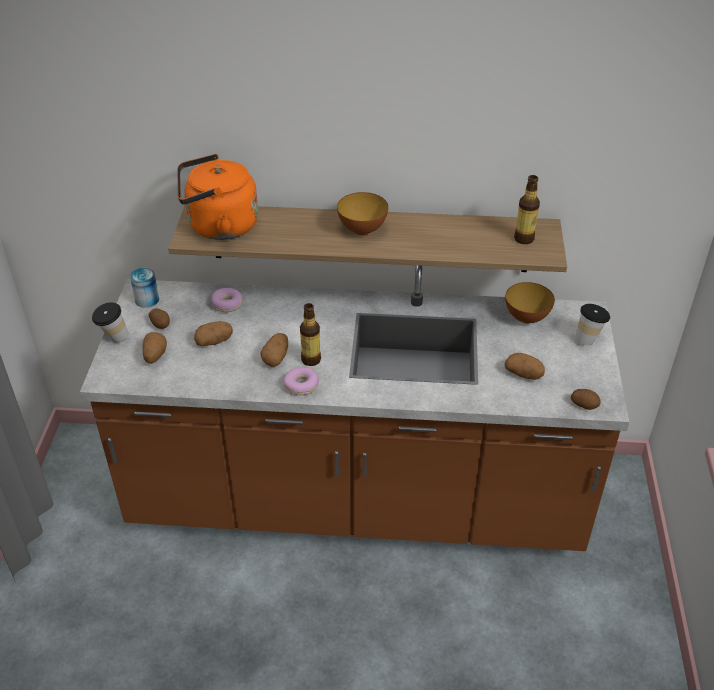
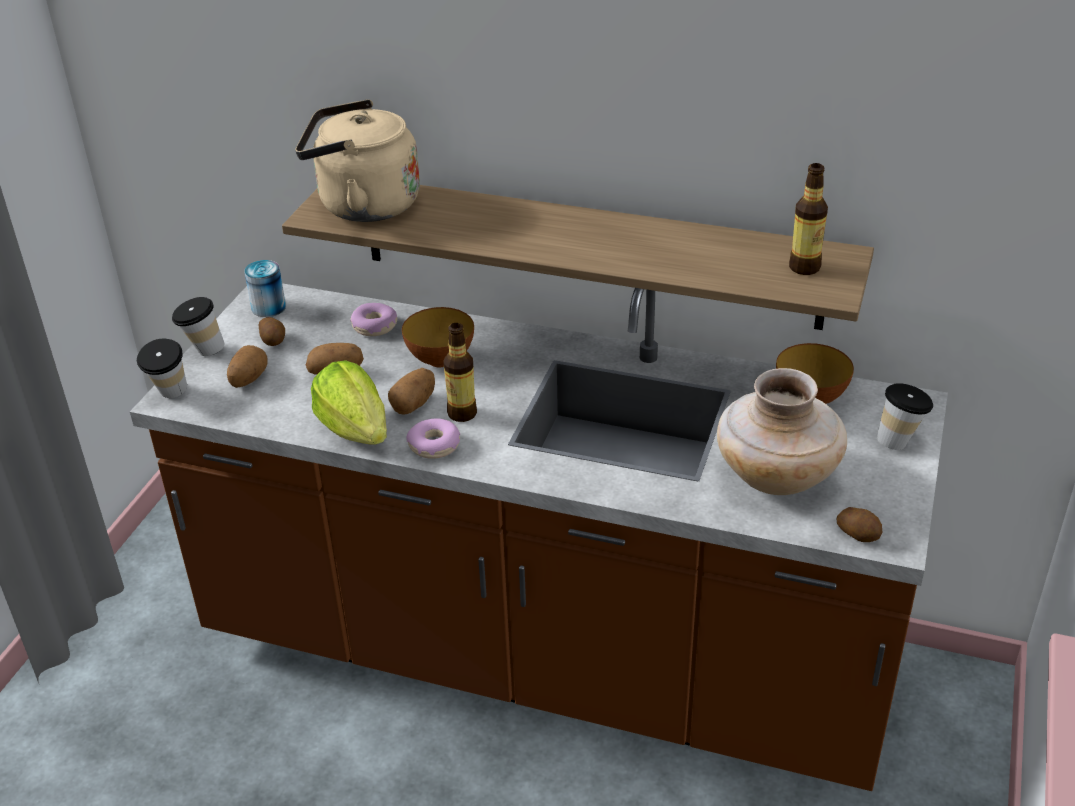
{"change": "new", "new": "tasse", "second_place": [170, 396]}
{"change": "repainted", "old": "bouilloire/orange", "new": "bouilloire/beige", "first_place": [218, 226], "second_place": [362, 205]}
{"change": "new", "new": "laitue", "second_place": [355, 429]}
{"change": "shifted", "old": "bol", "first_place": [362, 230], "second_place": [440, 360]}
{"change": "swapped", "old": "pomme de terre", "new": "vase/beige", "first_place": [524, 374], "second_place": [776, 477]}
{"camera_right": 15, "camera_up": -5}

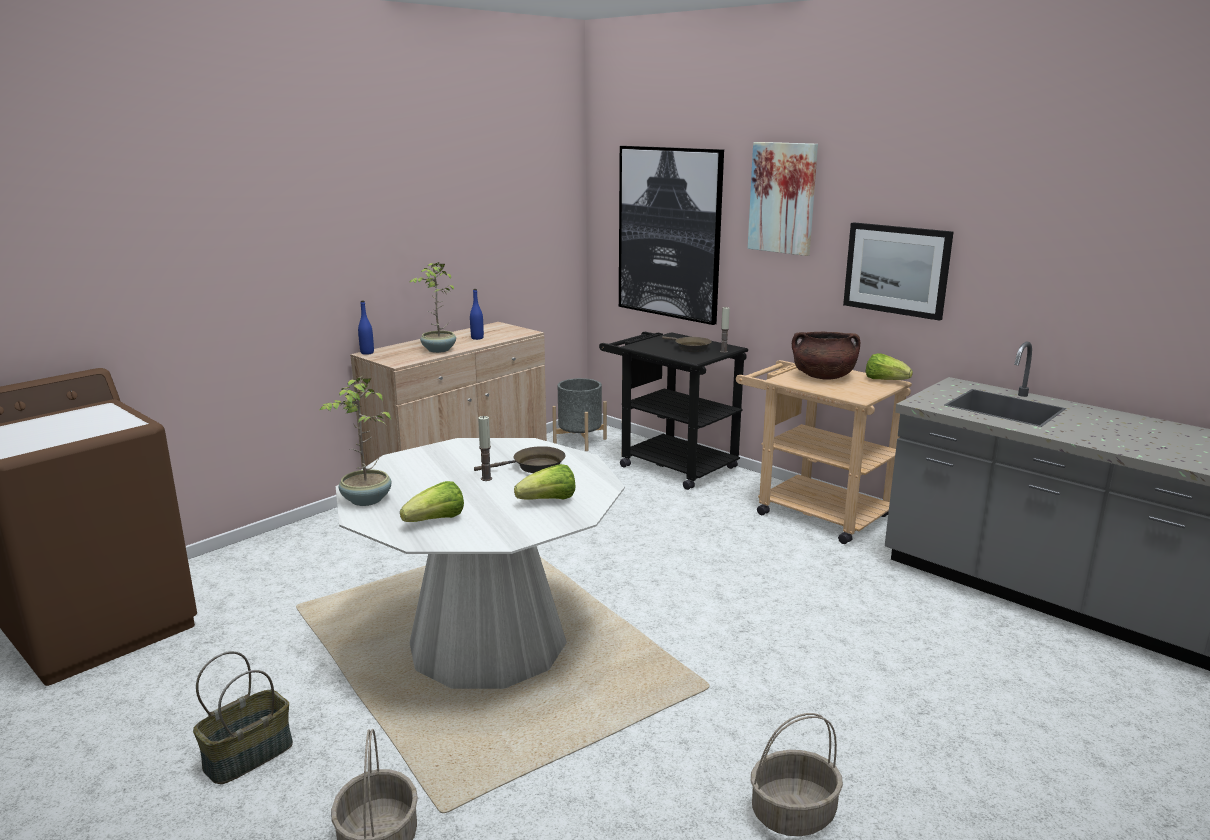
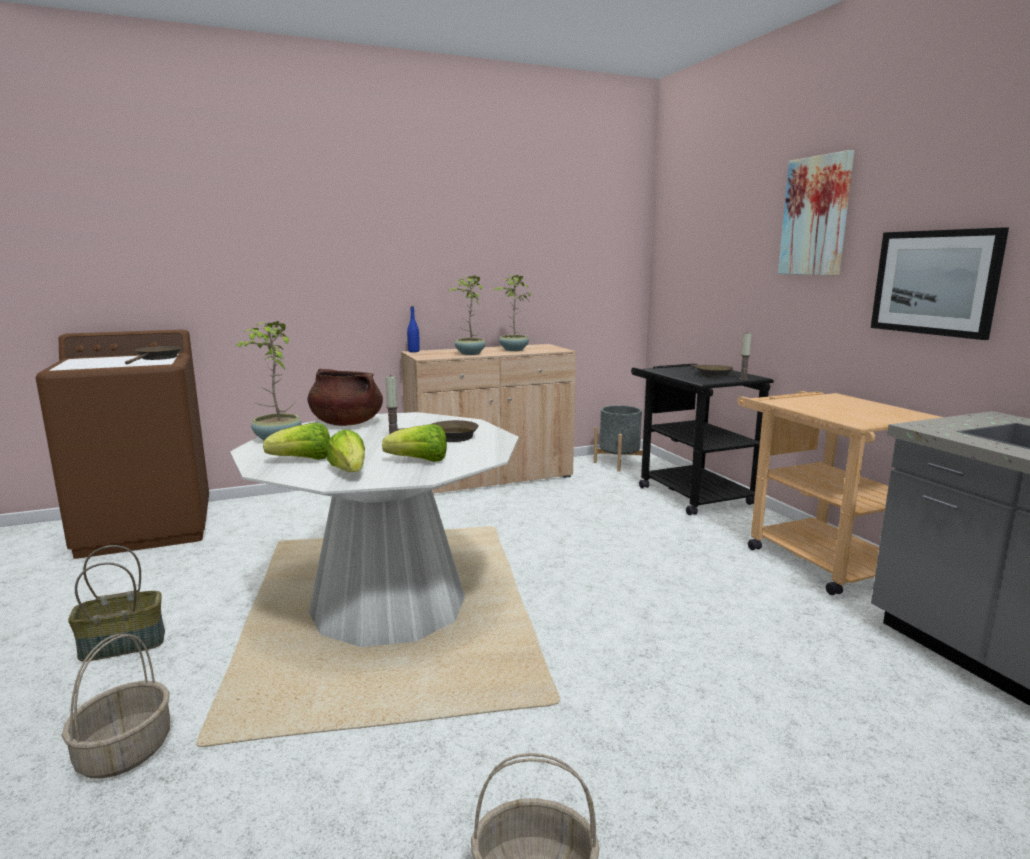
{"change": "new", "new": "poêle/marron", "second_place": [157, 358]}
{"change": "shifted", "old": "marmite/marron", "first_place": [823, 377], "second_place": [346, 423]}
{"change": "shifted", "old": "laitue", "first_place": [885, 380], "second_place": [349, 471]}
{"change": "swapped", "old": "bouteille/bleu", "new": "plante en pot", "first_place": [477, 338], "second_place": [513, 350]}
{"change": "gone", "old": "tableau", "first_place": [669, 233]}
{"camera_right": 25, "camera_up": -5}

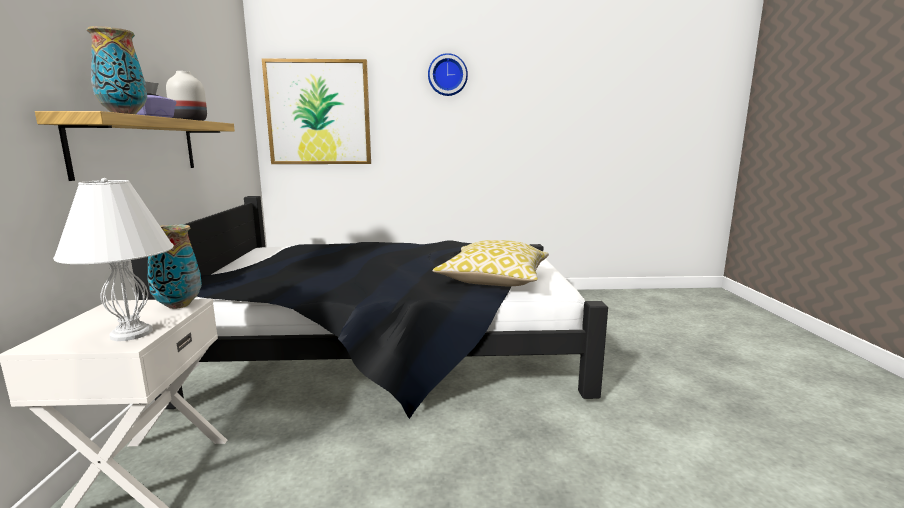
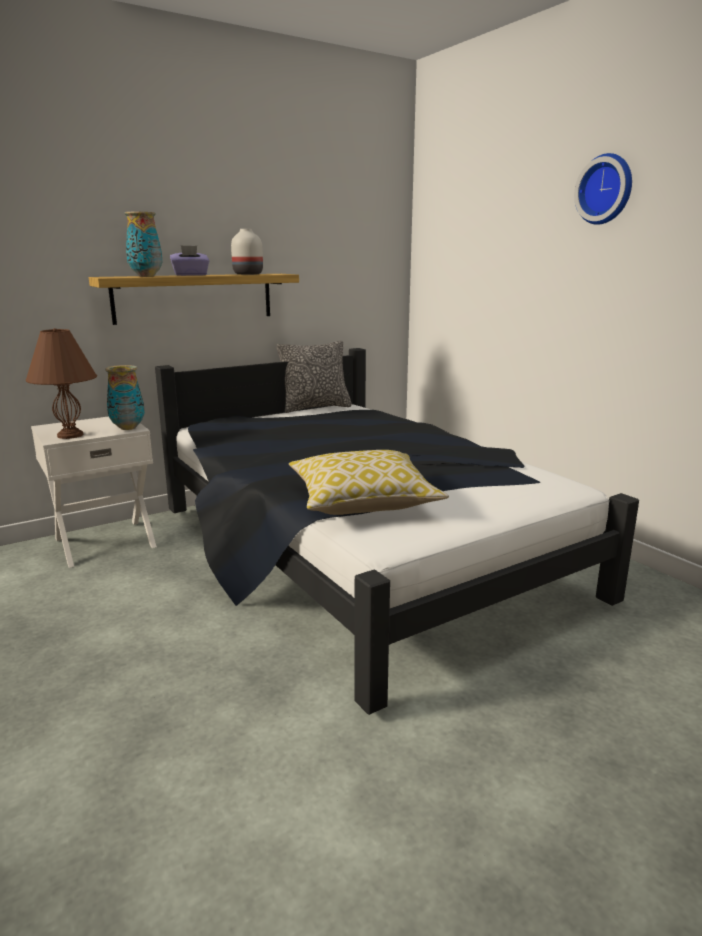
{"change": "repainted", "old": "lampe de table/blanc", "new": "lampe de table/marron", "first_place": [131, 334], "second_place": [69, 435]}
{"change": "new", "new": "coussin", "second_place": [315, 407]}
{"change": "gone", "old": "tableau", "first_place": [318, 113]}
{"camera_right": 60, "camera_up": 5}

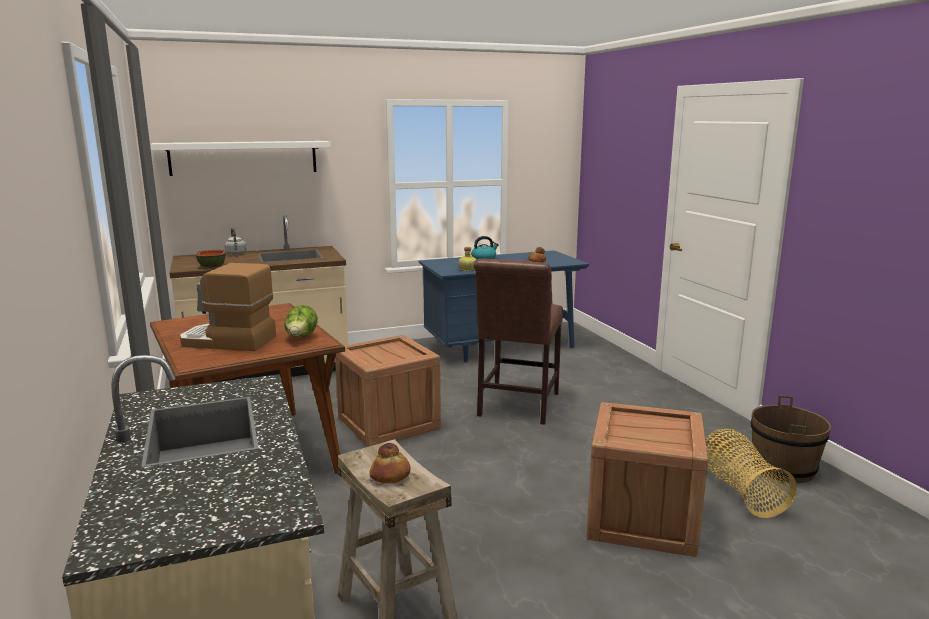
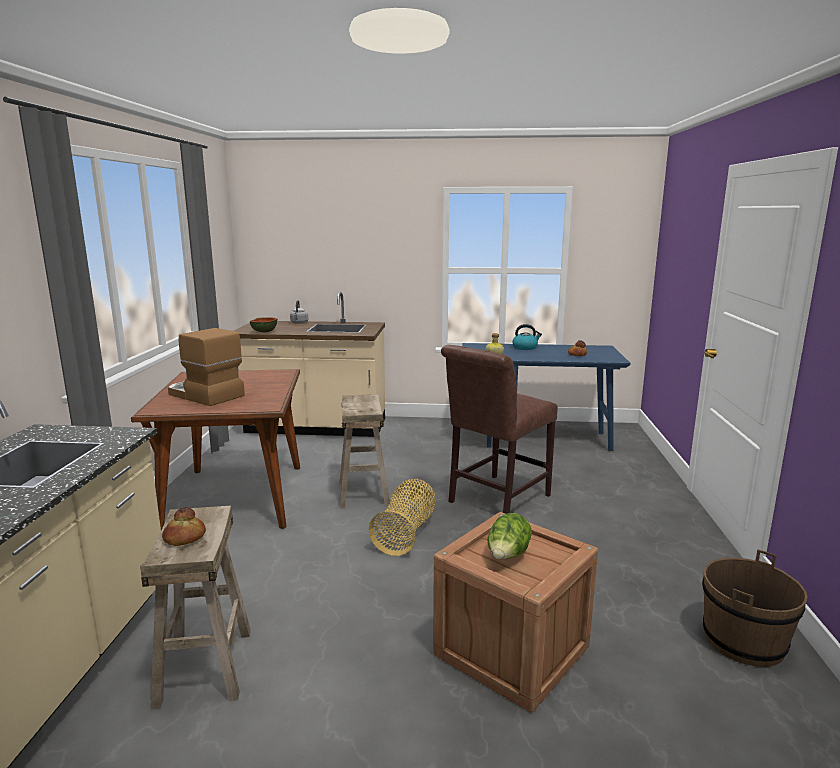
{"change": "swapped", "old": "caisse", "new": "tabouret/beige", "first_place": [388, 423], "second_place": [364, 492]}
{"change": "shifted", "old": "panier", "first_place": [740, 491], "second_place": [406, 533]}
{"change": "shifted", "old": "laitue", "first_place": [301, 338], "second_place": [507, 557]}
{"change": "gone", "old": "étagère/blanc", "first_place": [244, 157]}
{"camera_right": 25, "camera_up": 0}

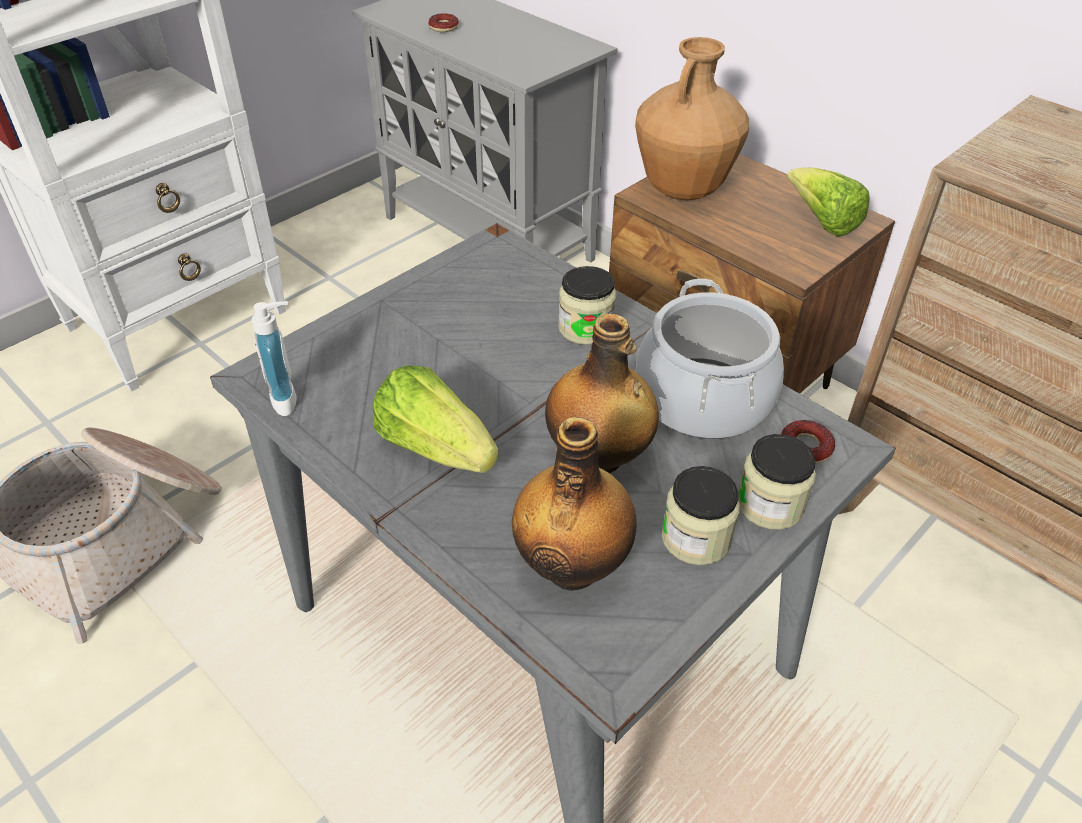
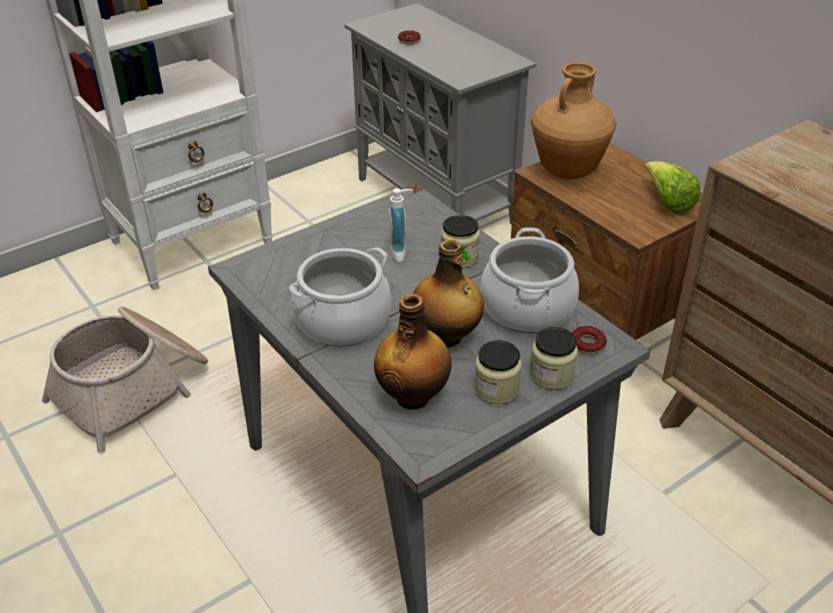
{"change": "swapped", "old": "laitue", "new": "marmite", "first_place": [435, 447], "second_place": [342, 321]}
{"change": "shifted", "old": "distributeur de savon", "first_place": [290, 399], "second_place": [401, 253]}
{"camera_right": 10, "camera_up": -5}

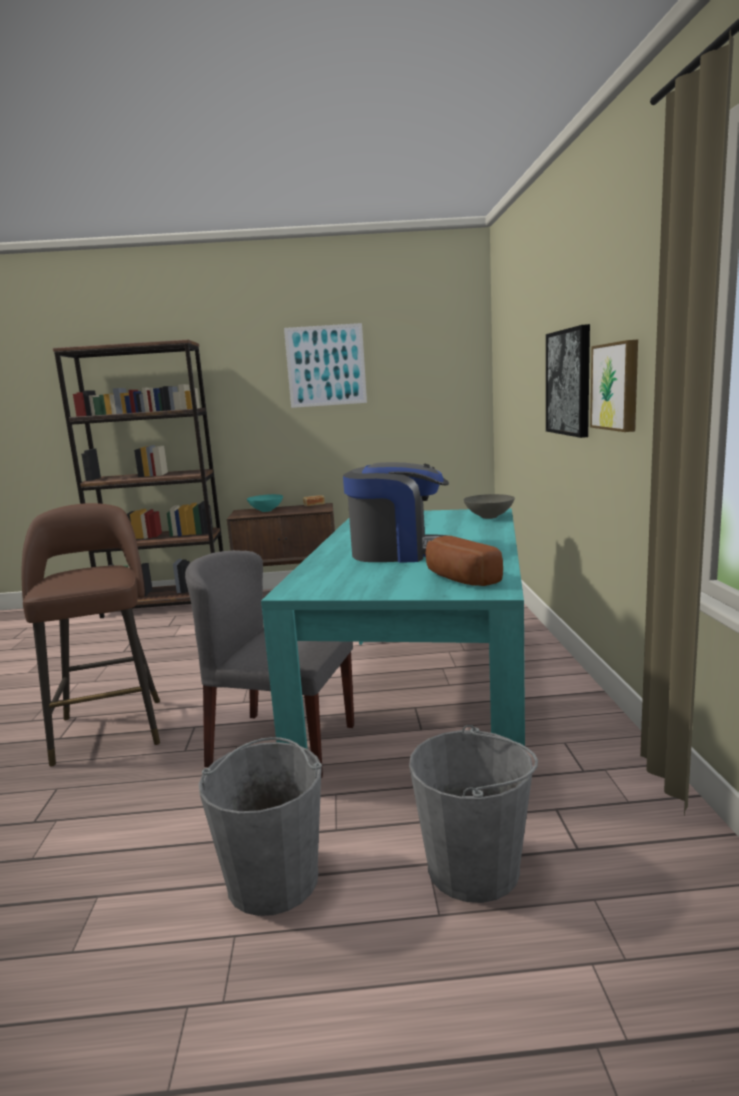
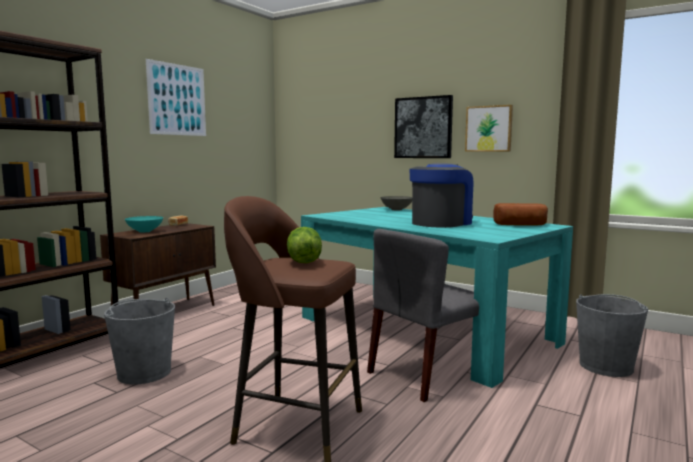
{"change": "shifted", "old": "seau/gris", "first_place": [273, 879], "second_place": [144, 372]}
{"change": "new", "new": "laitue", "second_place": [303, 261]}
{"camera_right": -55, "camera_up": -5}

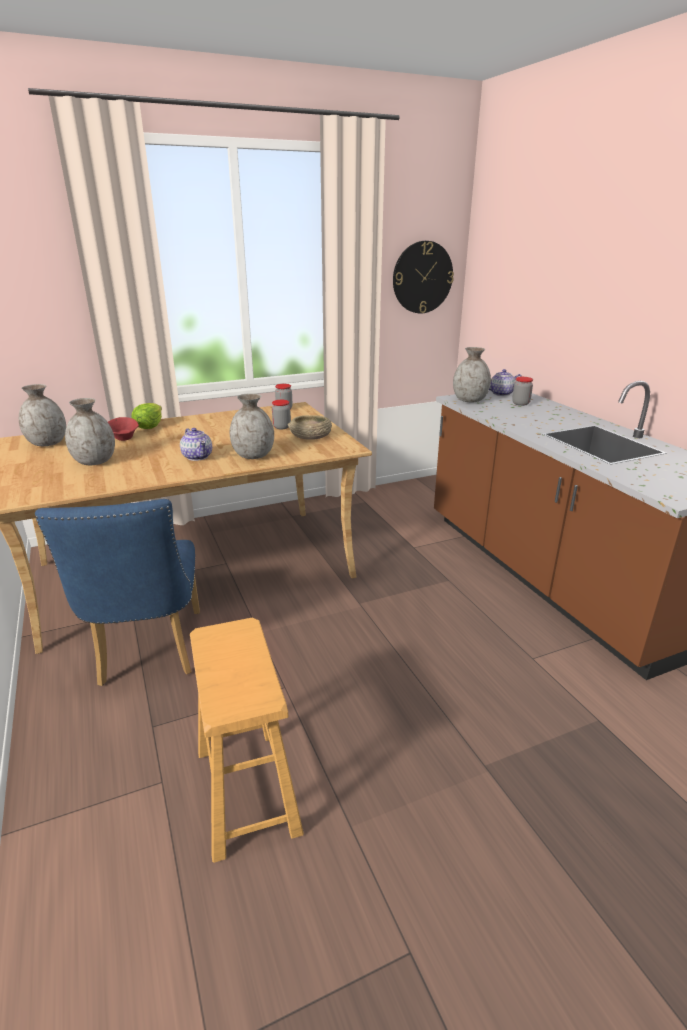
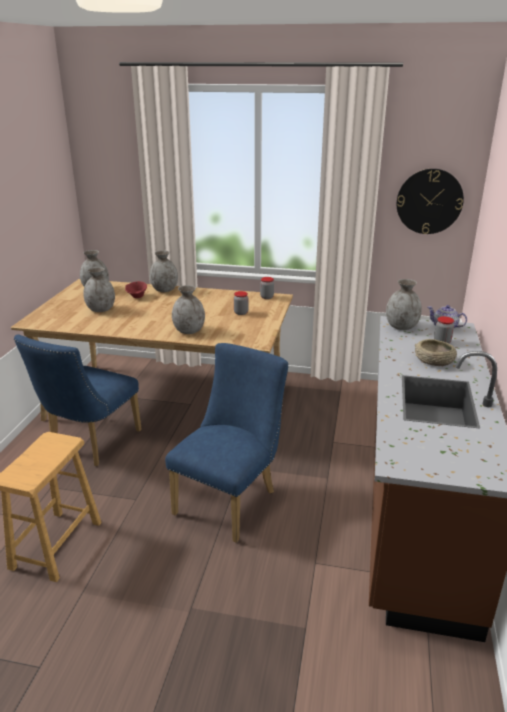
{"change": "swapped", "old": "laitue", "new": "vase/gris", "first_place": [149, 425], "second_place": [164, 290]}
{"change": "new", "new": "chaise/bleu", "second_place": [231, 499]}
{"change": "shifted", "old": "bol/beige", "first_place": [310, 436], "second_place": [433, 361]}
{"change": "gone", "old": "théière", "first_place": [197, 456]}
{"camera_right": 35, "camera_up": 0}

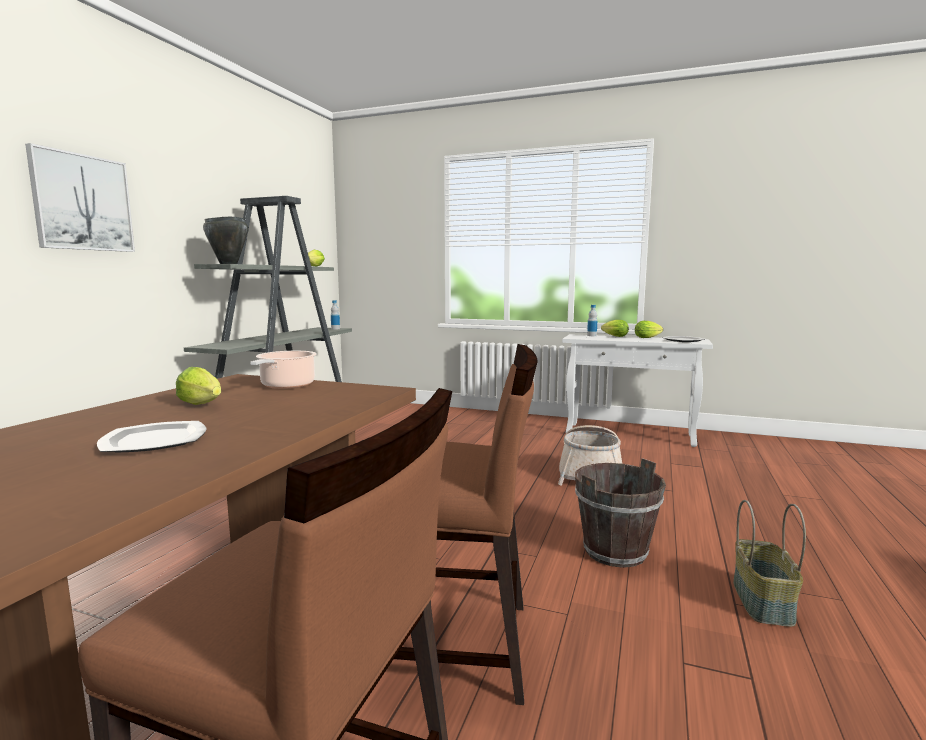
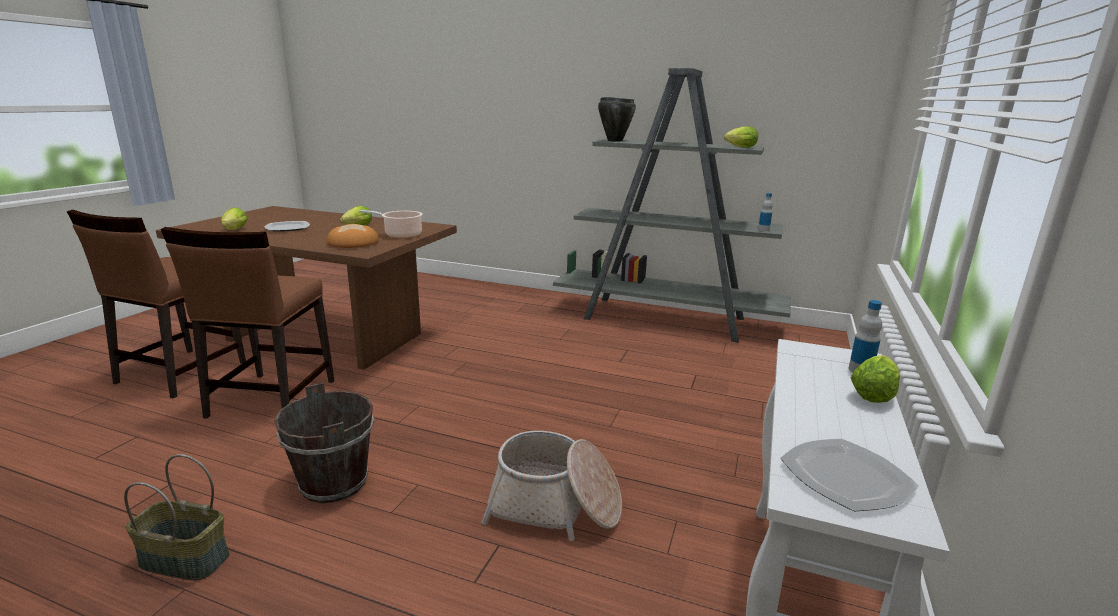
{"change": "shifted", "old": "laitue", "first_place": [648, 338], "second_place": [234, 230]}
{"change": "new", "new": "pain", "second_place": [352, 243]}
{"change": "gone", "old": "tableau", "first_place": [82, 202]}
{"camera_right": 90, "camera_up": 10}

